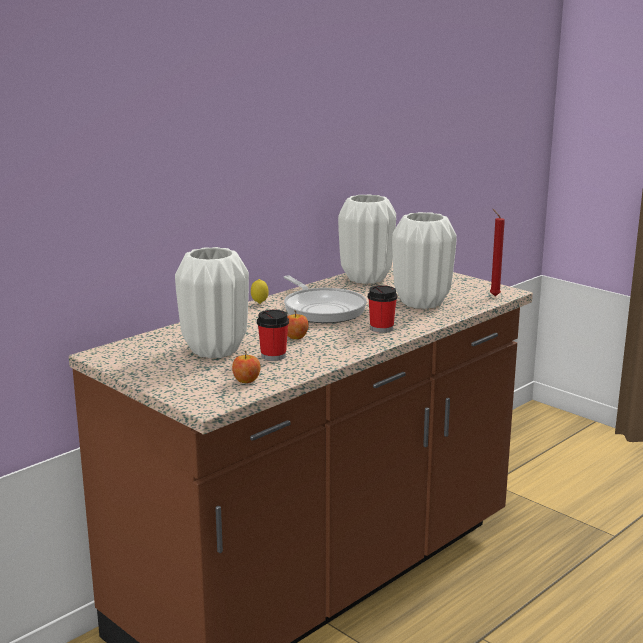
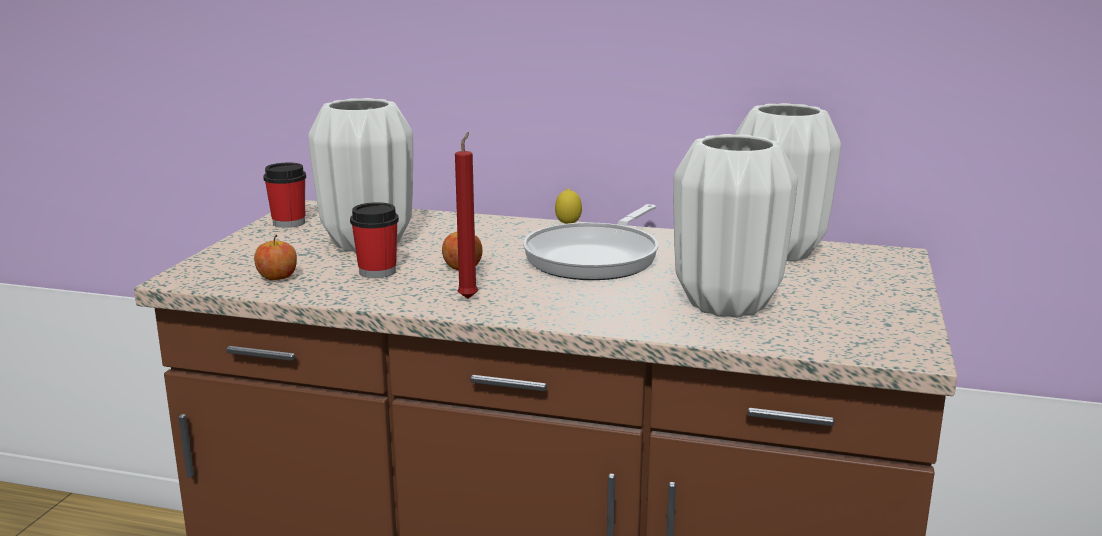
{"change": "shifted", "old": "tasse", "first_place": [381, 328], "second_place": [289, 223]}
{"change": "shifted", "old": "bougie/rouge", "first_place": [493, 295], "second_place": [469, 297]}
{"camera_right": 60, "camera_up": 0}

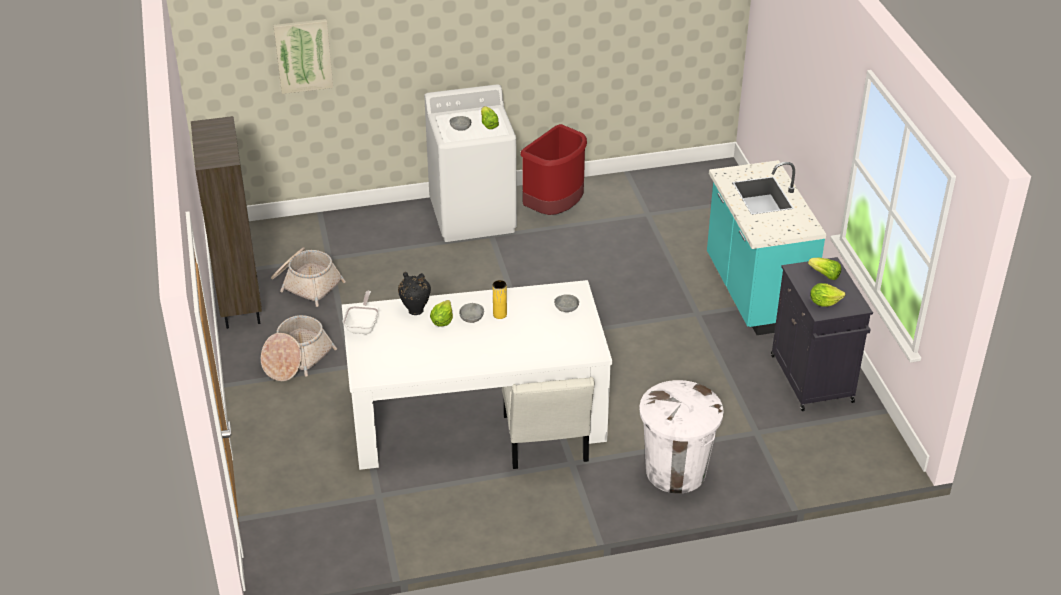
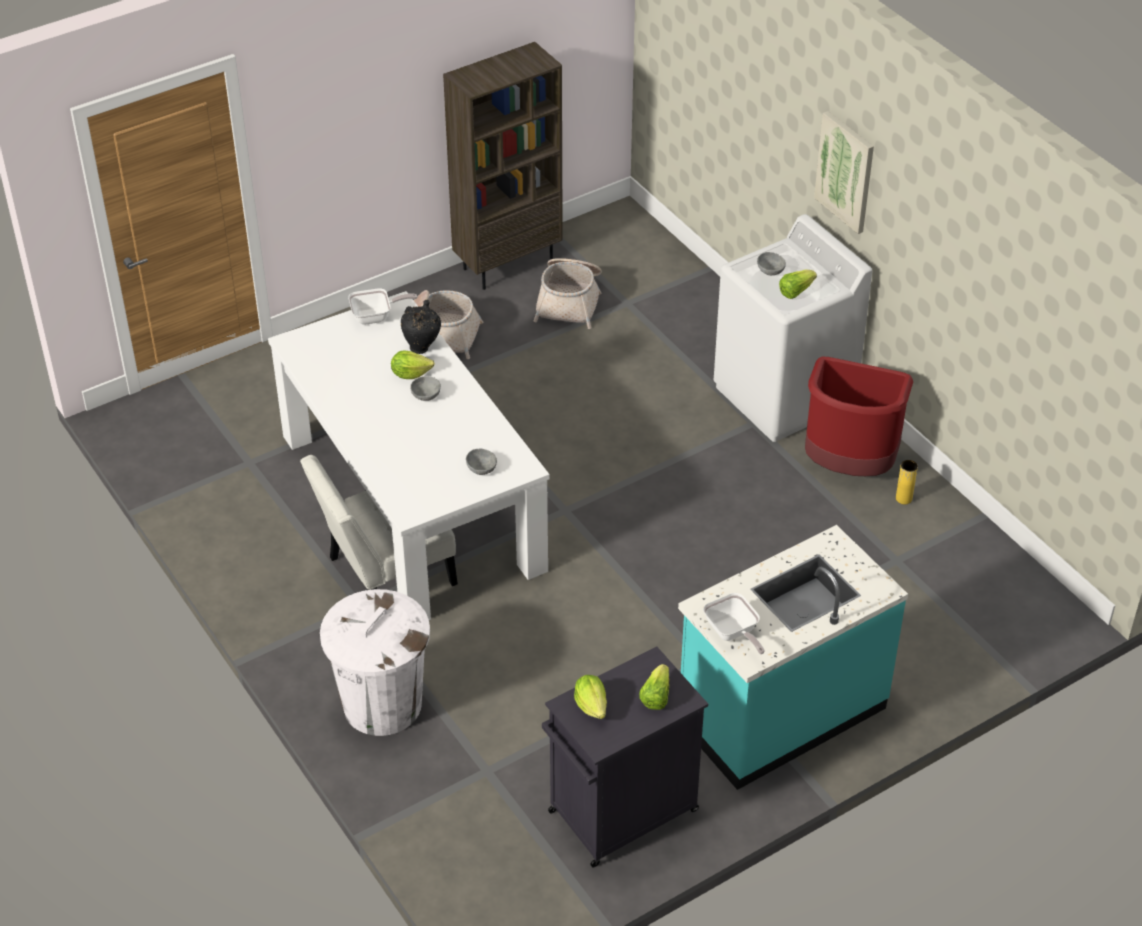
{"change": "new", "new": "poêle", "second_place": [732, 633]}
{"change": "shifted", "old": "tableau", "first_place": [303, 55], "second_place": [845, 171]}
{"change": "shifted", "old": "vase/jaune", "first_place": [500, 314], "second_place": [903, 498]}
{"camera_right": 70, "camera_up": 5}

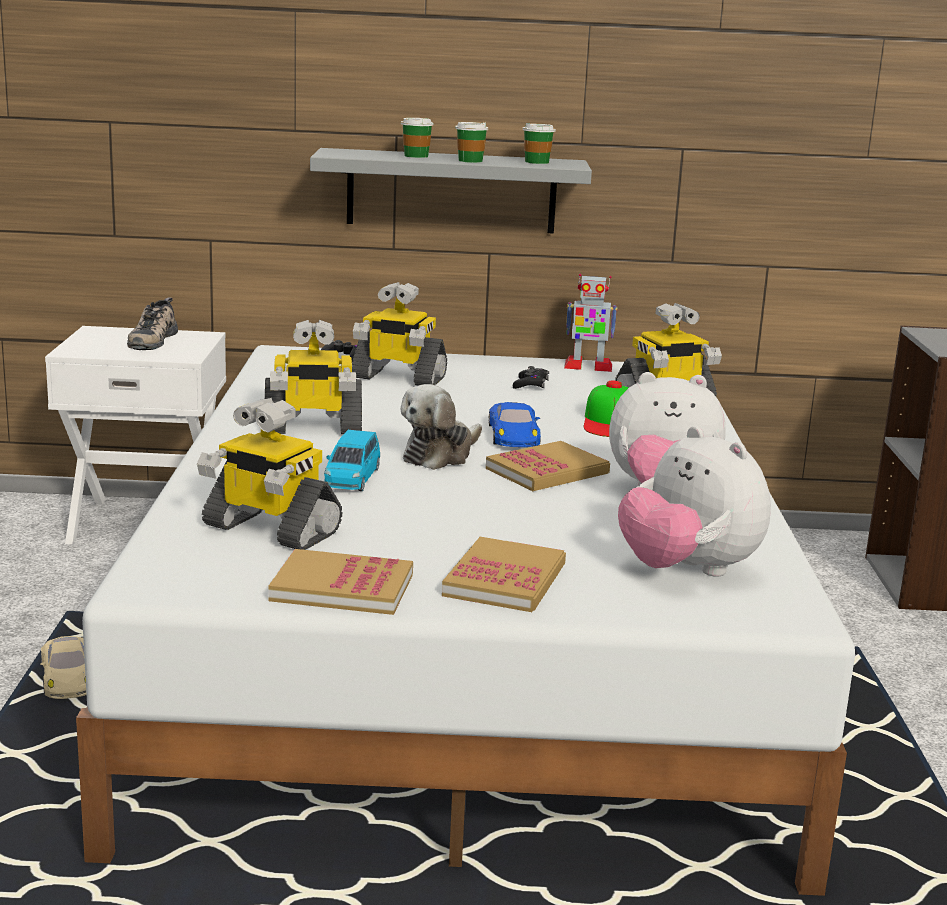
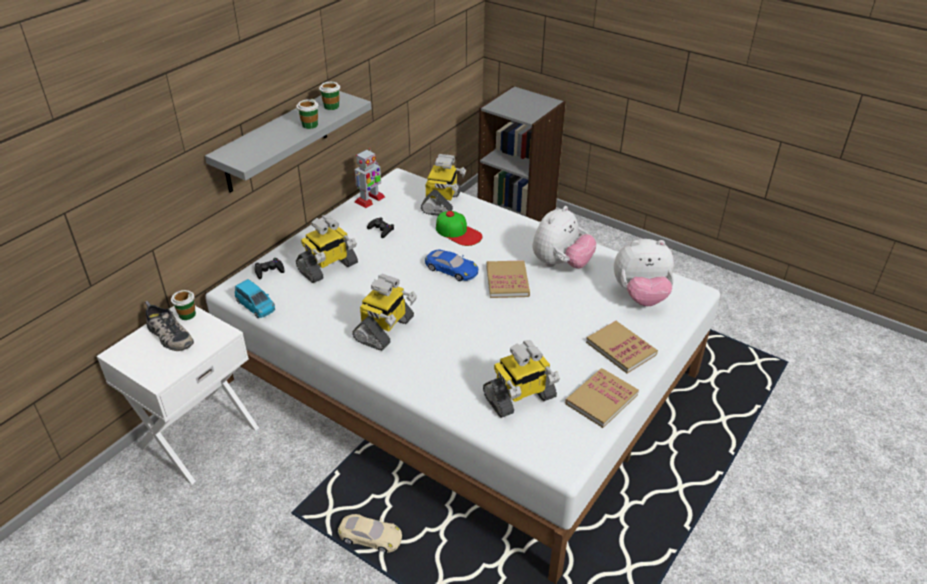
{"change": "shifted", "old": "tasse", "first_place": [416, 156], "second_place": [187, 314]}
{"change": "shifted", "old": "petite voiture/bleu", "first_place": [352, 478], "second_place": [256, 306]}
{"change": "gone", "old": "peluche", "first_place": [440, 455]}
{"camera_right": -55, "camera_up": 20}

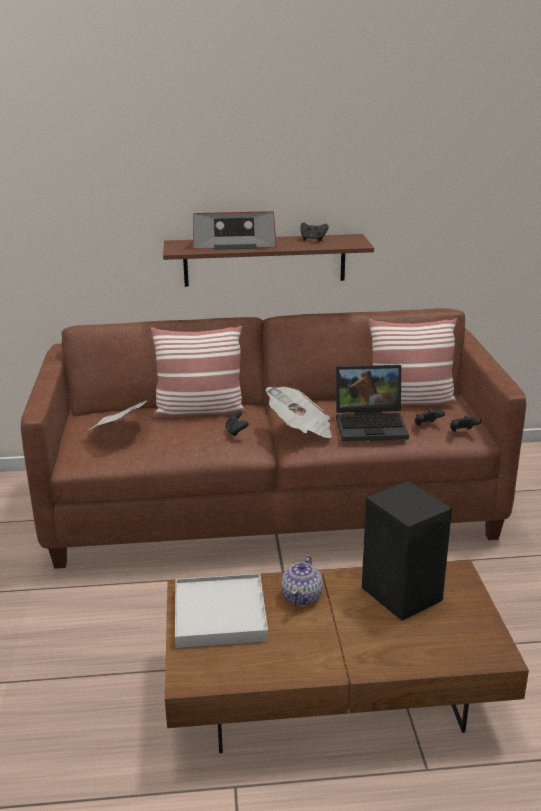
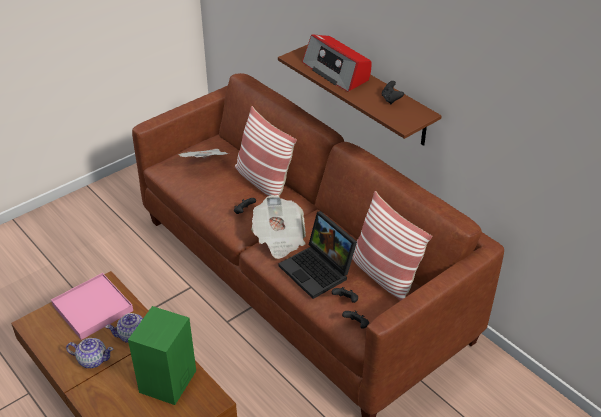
{"change": "repainted", "old": "plateau/blanc", "new": "plateau/rose", "first_place": [220, 614], "second_place": [92, 308]}
{"change": "new", "new": "théière", "second_place": [92, 360]}
{"change": "repainted", "old": "enceinte/noir", "new": "enceinte/vert", "first_place": [403, 595], "second_place": [167, 382]}
{"camera_right": 55, "camera_up": 15}

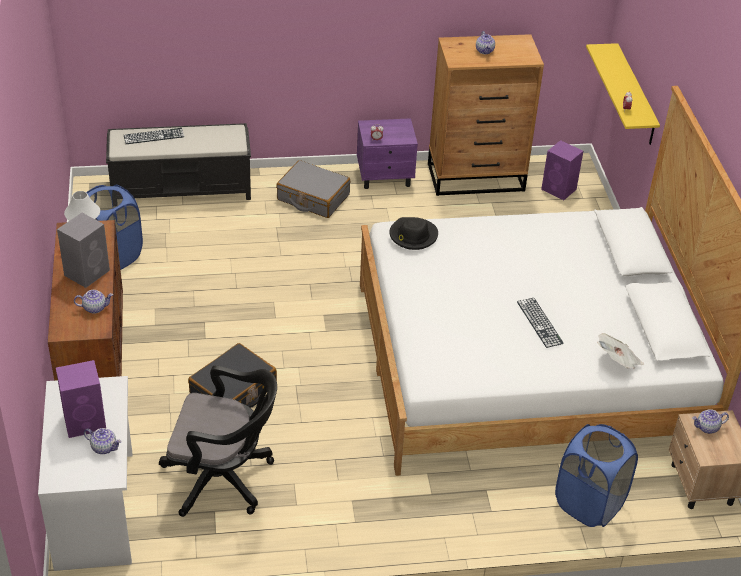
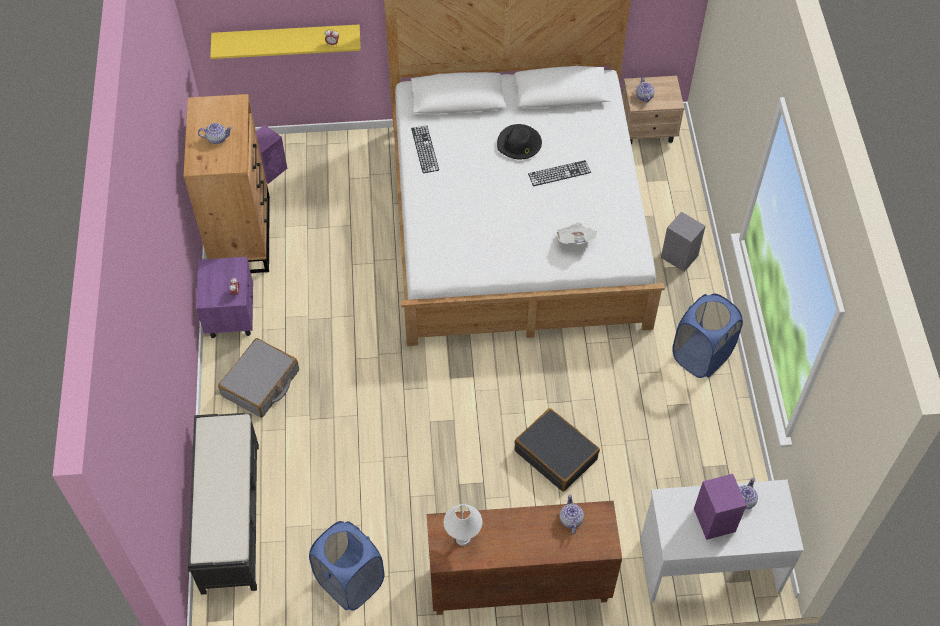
{"change": "shifted", "old": "clavier", "first_place": [154, 136], "second_place": [425, 149]}
{"change": "shifted", "old": "chapeau/noir", "first_place": [413, 236], "second_place": [519, 144]}
{"change": "shifted", "old": "journal", "first_place": [618, 361], "second_place": [575, 240]}
{"change": "shifted", "old": "enceinte/gris", "first_place": [87, 272], "second_place": [678, 256]}
{"change": "shifted", "old": "panier à linge/bleu", "first_place": [589, 504], "second_place": [701, 356]}
{"change": "gone", "old": "chaise de bureau/noir", "first_place": [223, 479]}
{"camera_right": -85, "camera_up": 15}

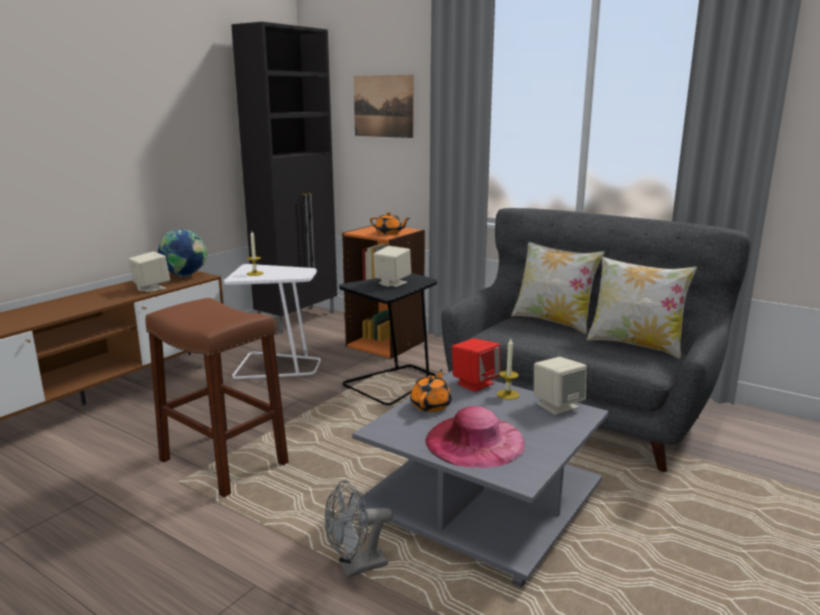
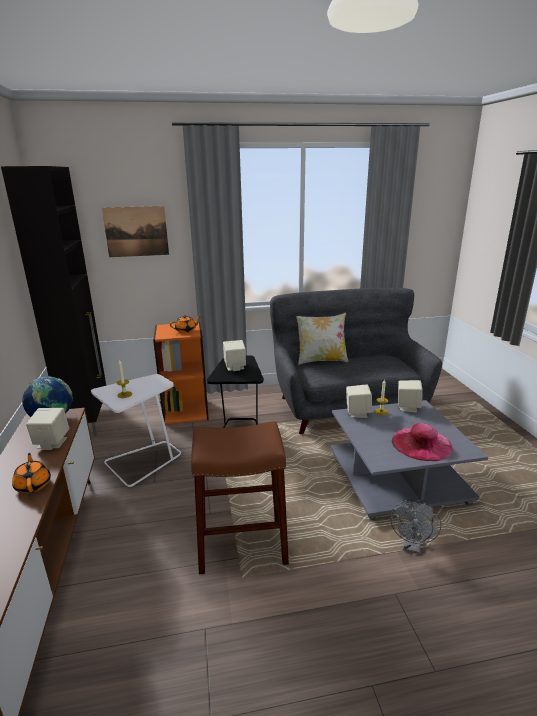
{"change": "shifted", "old": "théière/orange", "first_place": [431, 405], "second_place": [33, 485]}
{"change": "repainted", "old": "enceinte/rouge", "new": "enceinte/beige", "first_place": [475, 383], "second_place": [357, 413]}
{"change": "gone", "old": "coussin", "first_place": [635, 344]}
{"camera_right": -45, "camera_up": 5}

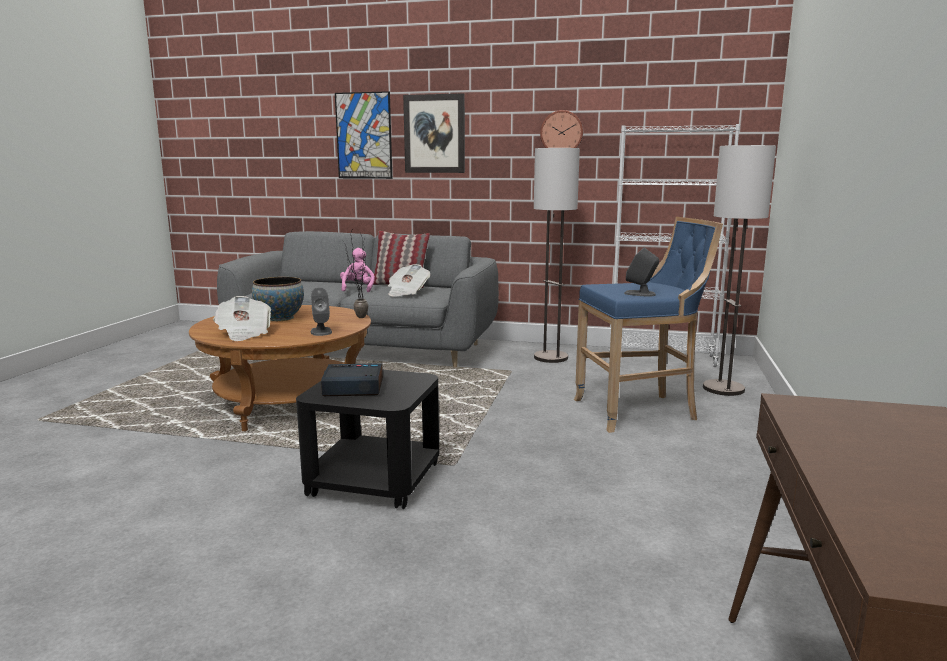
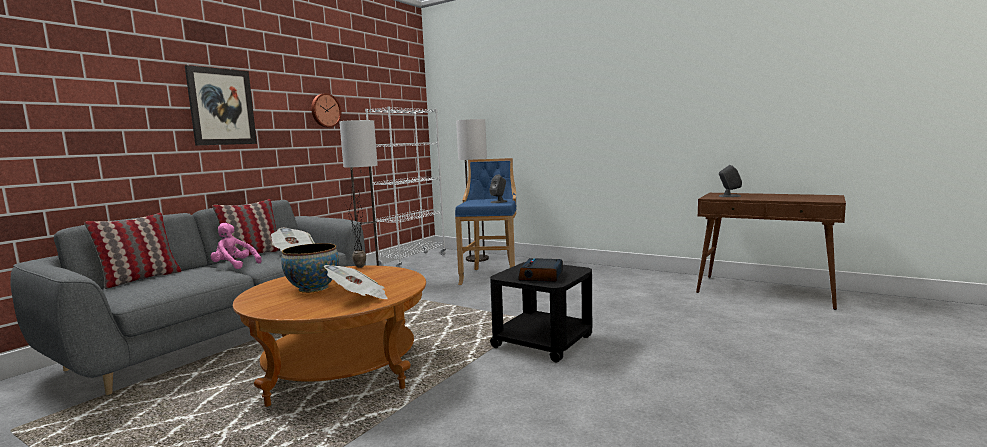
{"change": "new", "new": "coussin", "second_place": [140, 279]}
{"change": "shifted", "old": "enceinte/gris", "first_place": [321, 331], "second_place": [729, 196]}
{"change": "gone", "old": "tableau", "first_place": [364, 136]}
{"camera_right": -70, "camera_up": -5}

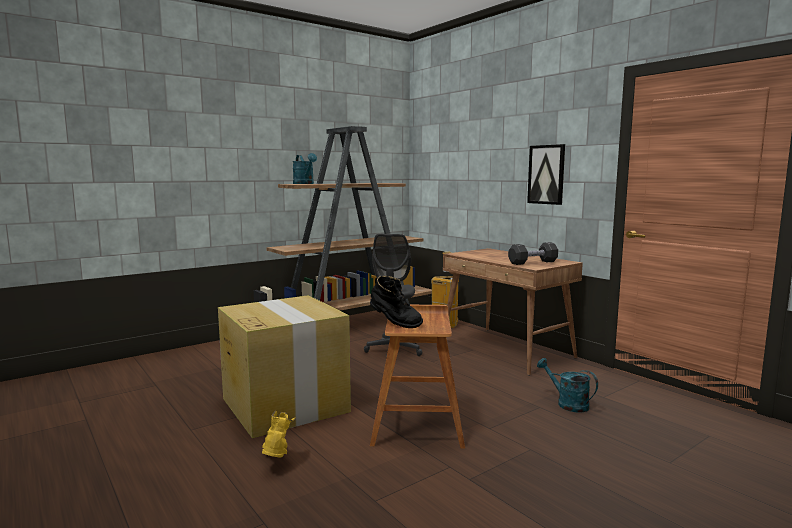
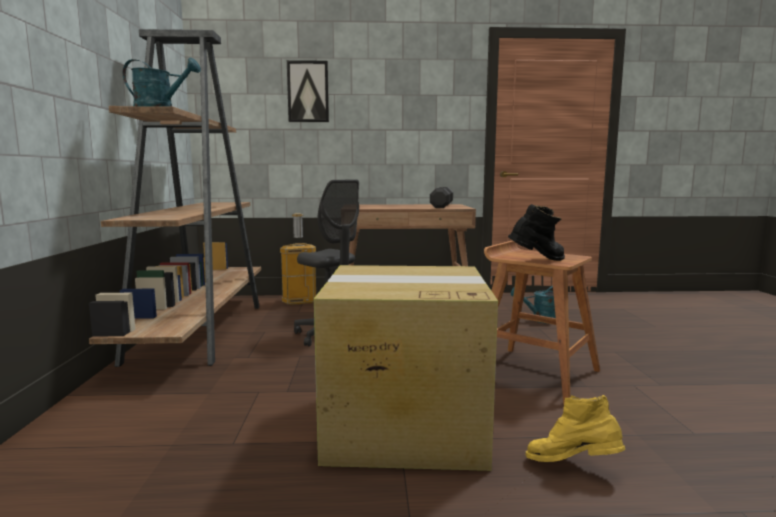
{"change": "shifted", "old": "tableau", "first_place": [546, 174], "second_place": [308, 92]}
{"camera_right": -55, "camera_up": 0}

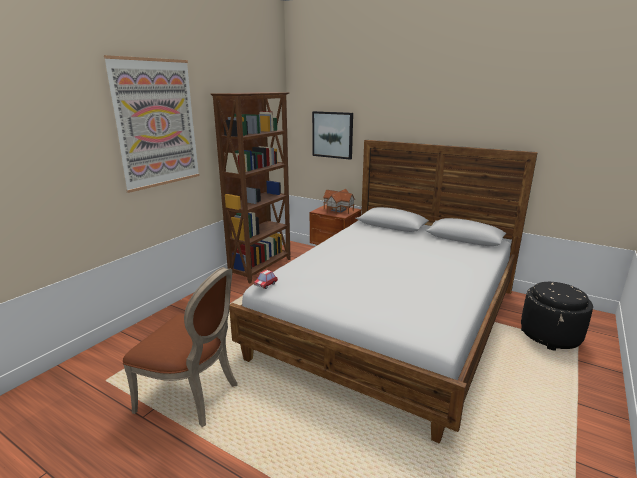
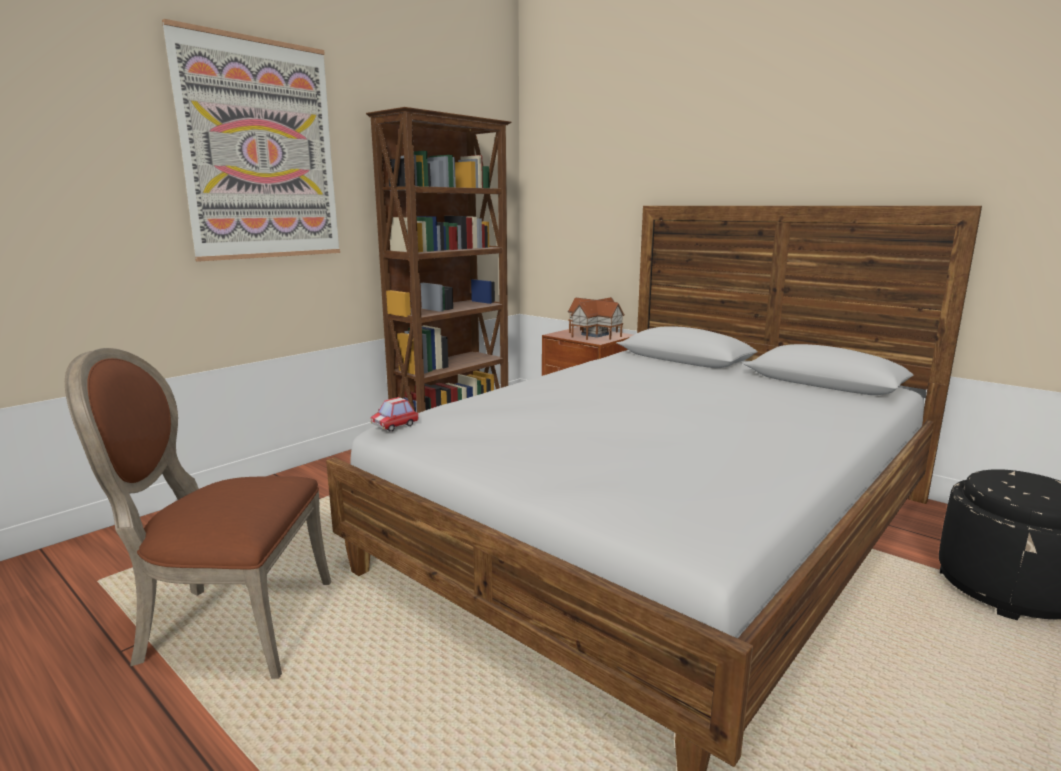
{"change": "rotated", "old": "chaise/marron", "first_place": [193, 396], "second_place": [229, 625], "degrees": 150}
{"change": "gone", "old": "tableau", "first_place": [332, 135]}
{"camera_right": 10, "camera_up": -5}

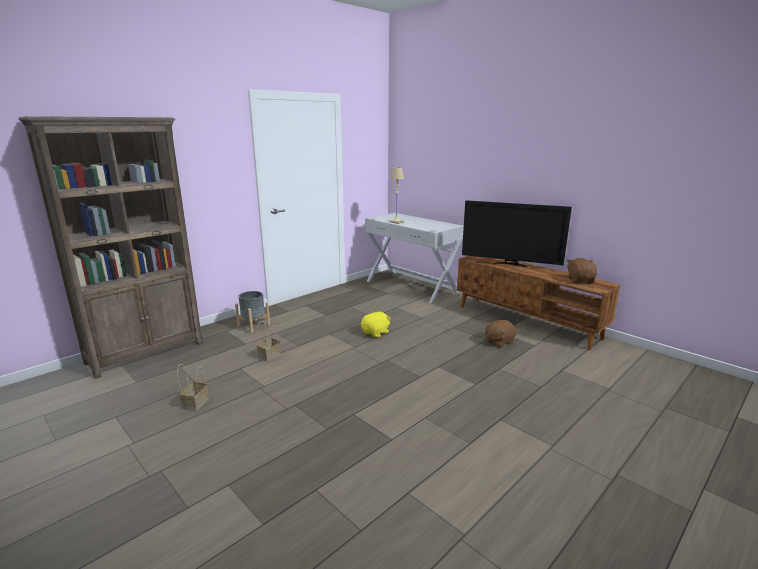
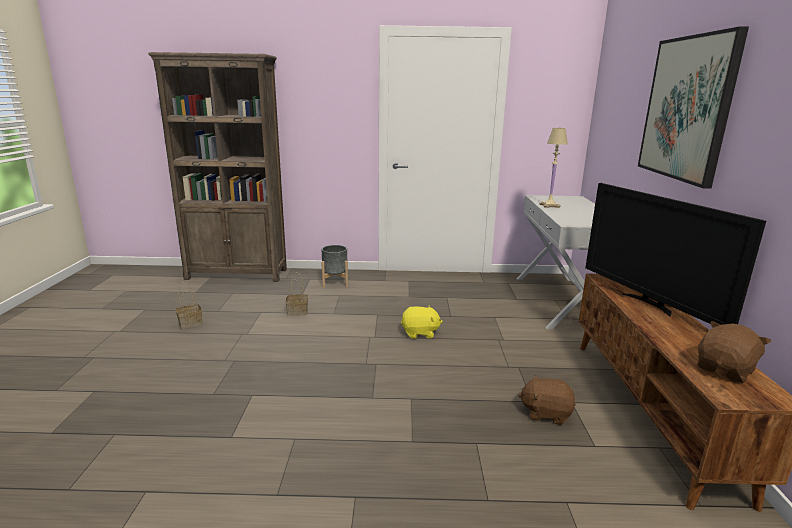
{"change": "new", "new": "tableau", "second_place": [687, 108]}
{"camera_right": 45, "camera_up": 0}

